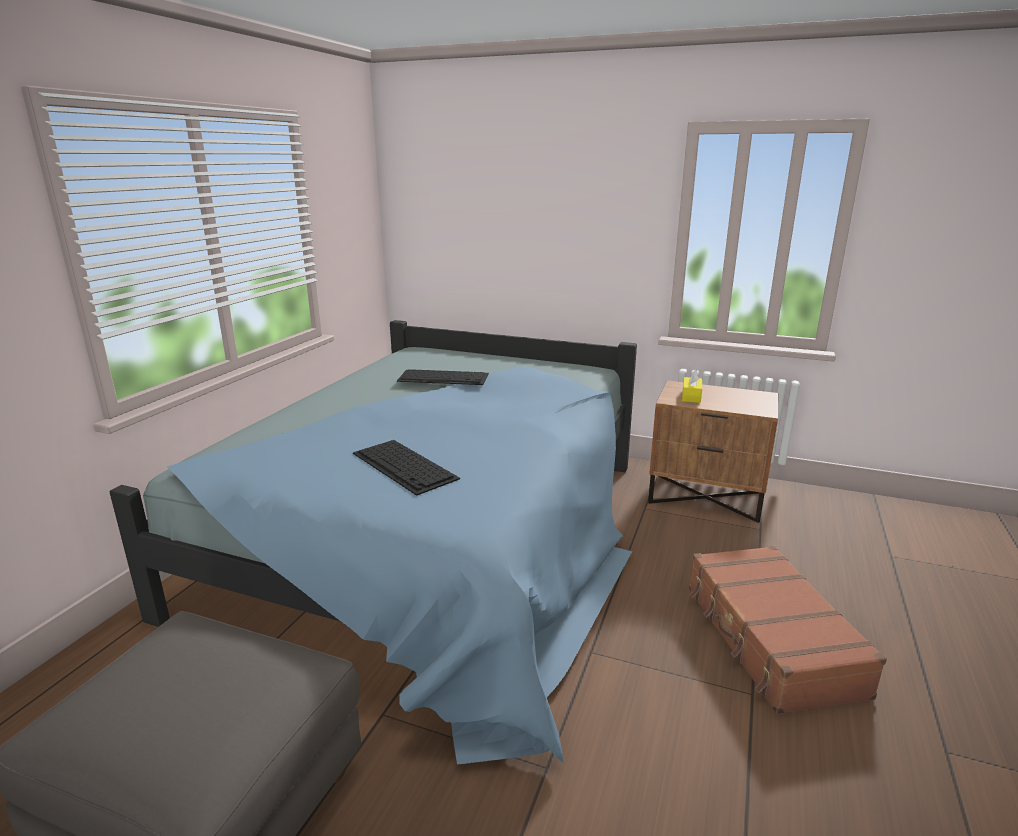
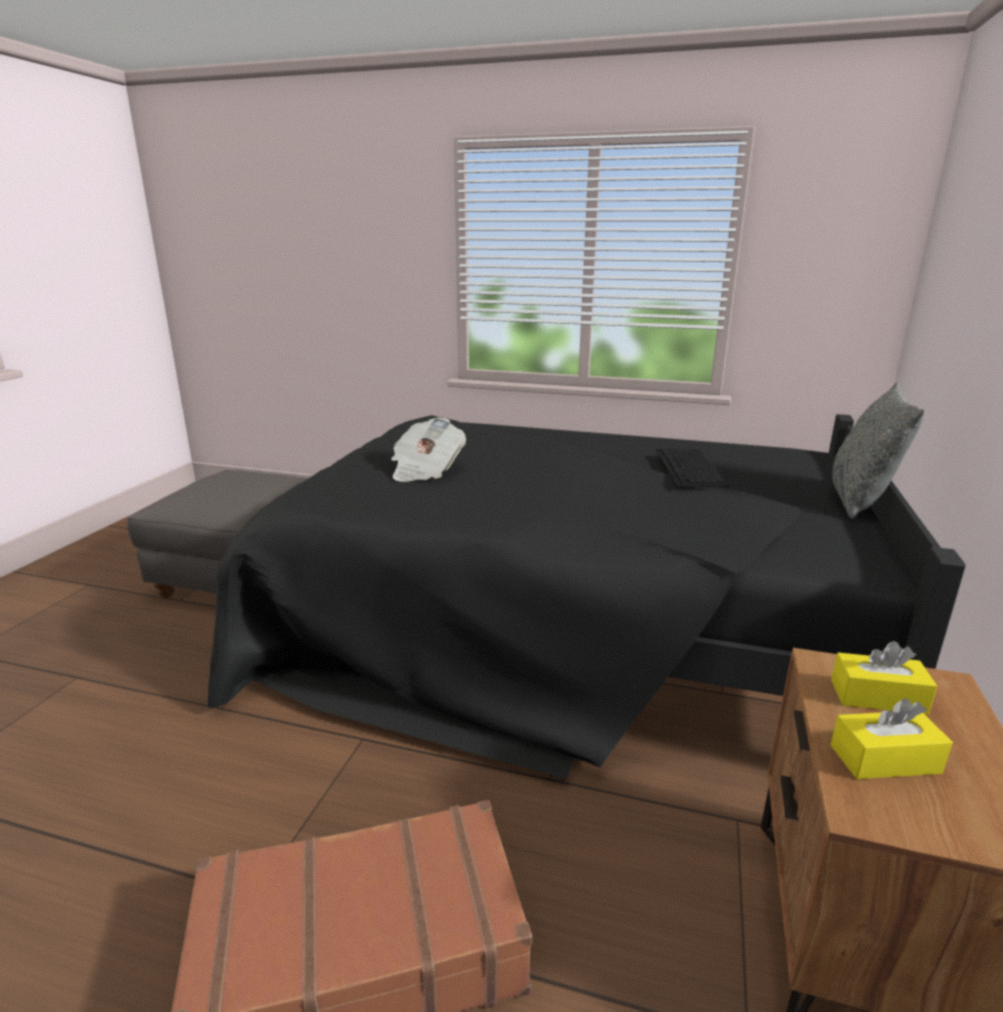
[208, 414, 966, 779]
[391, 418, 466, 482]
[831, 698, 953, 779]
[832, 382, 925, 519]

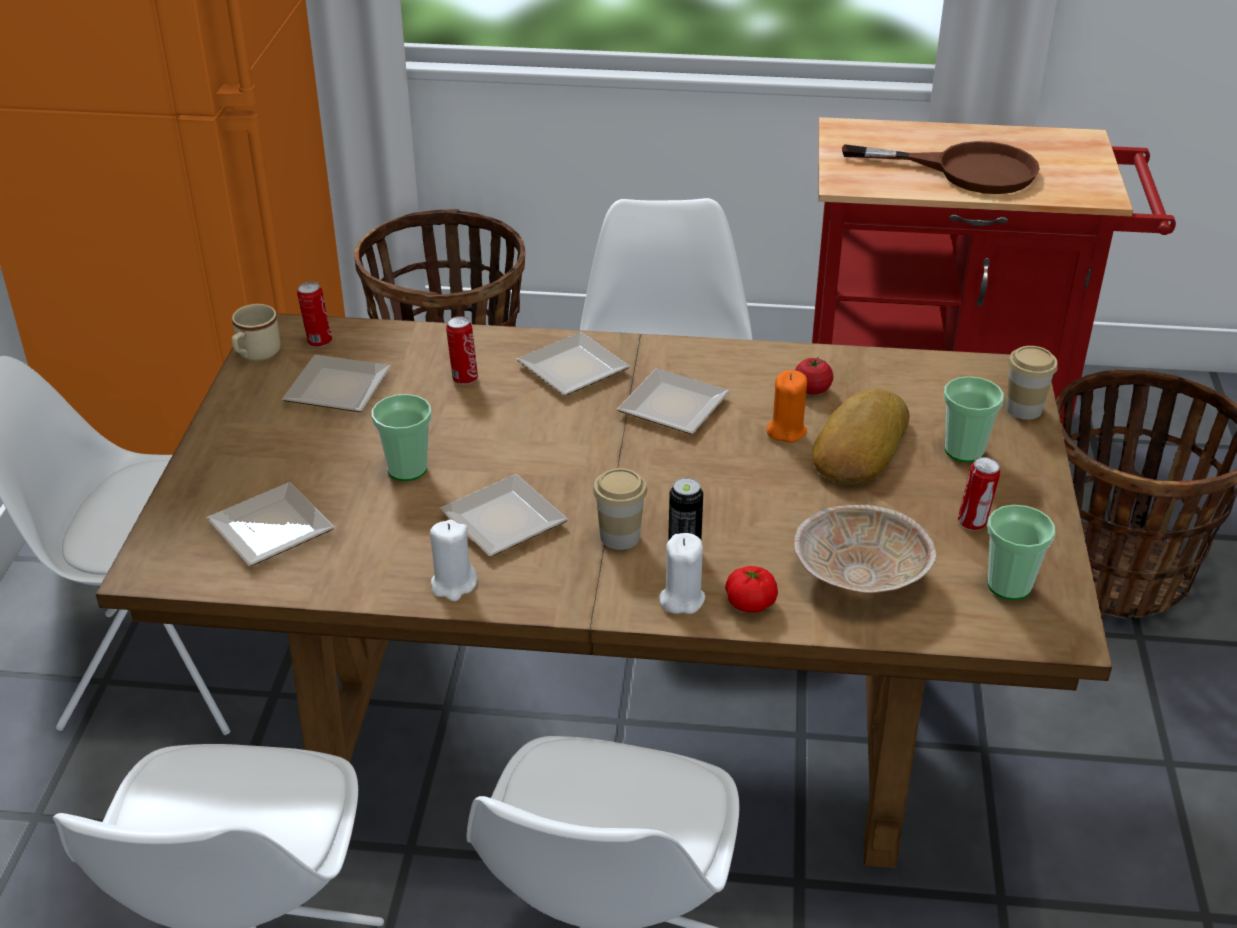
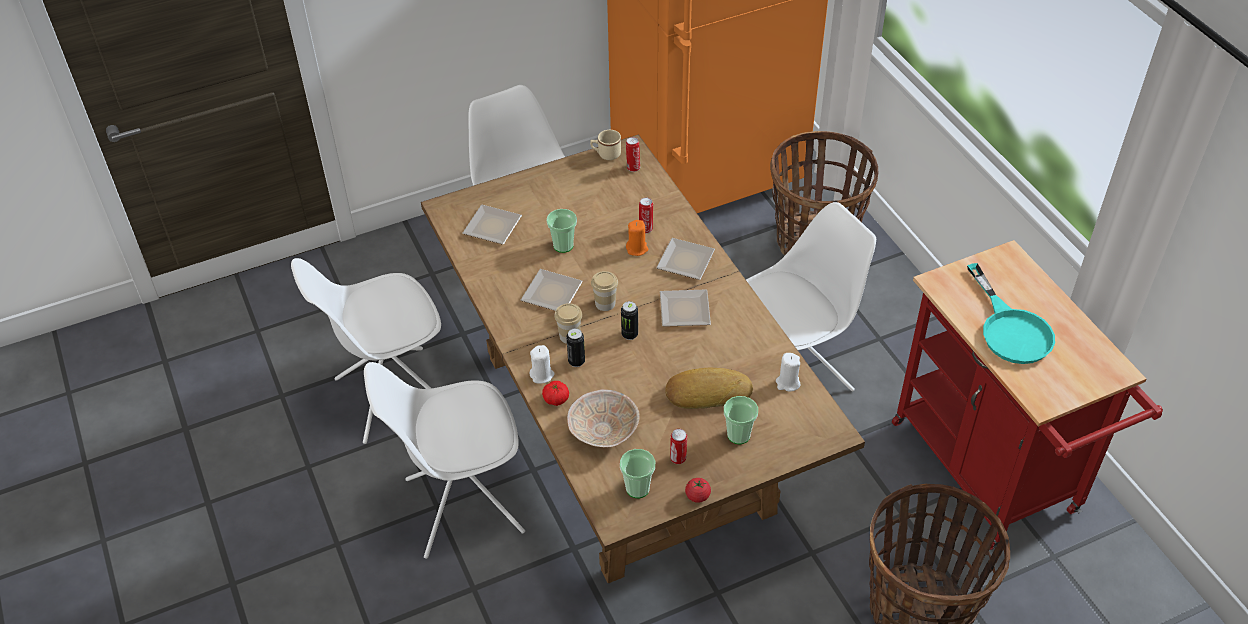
[591, 271, 618, 311]
[621, 301, 638, 340]
[626, 220, 648, 256]
[685, 478, 711, 503]
[776, 353, 800, 392]
[967, 263, 1055, 364]
[282, 355, 391, 412] (first image)

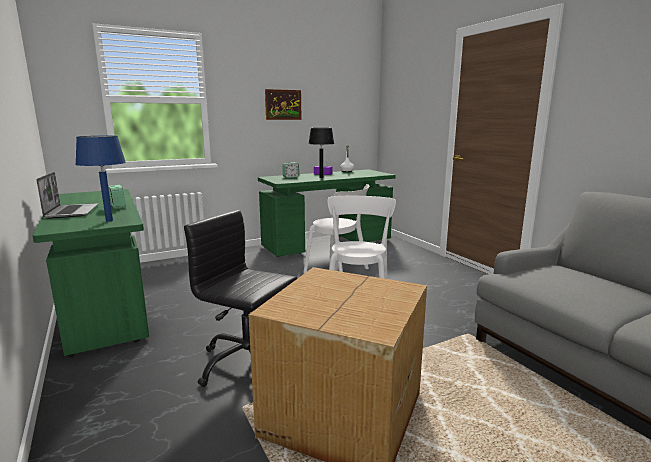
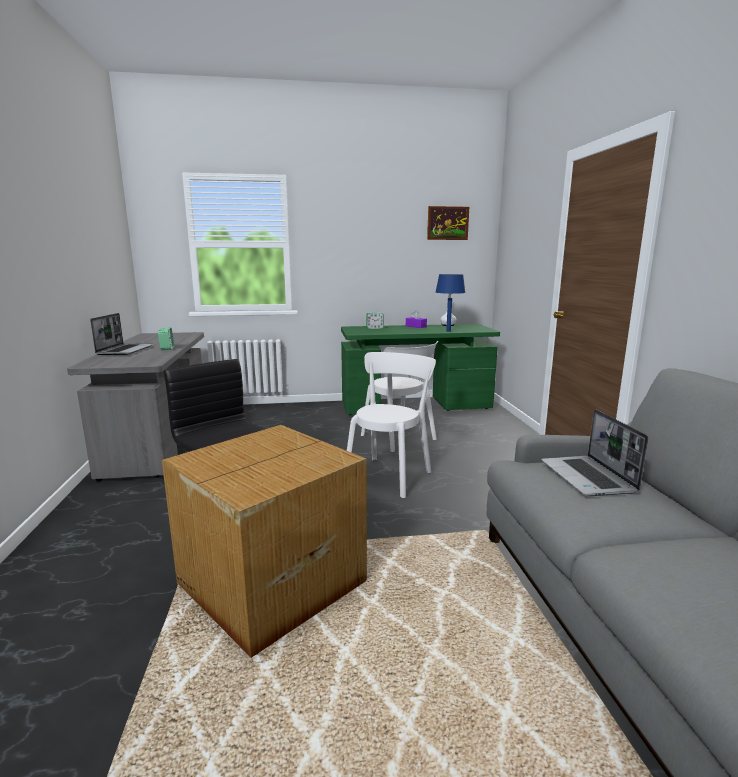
[67, 332, 204, 481]
[427, 206, 469, 240]
[436, 274, 465, 332]
[541, 409, 648, 496]
[308, 128, 334, 178] (first image)

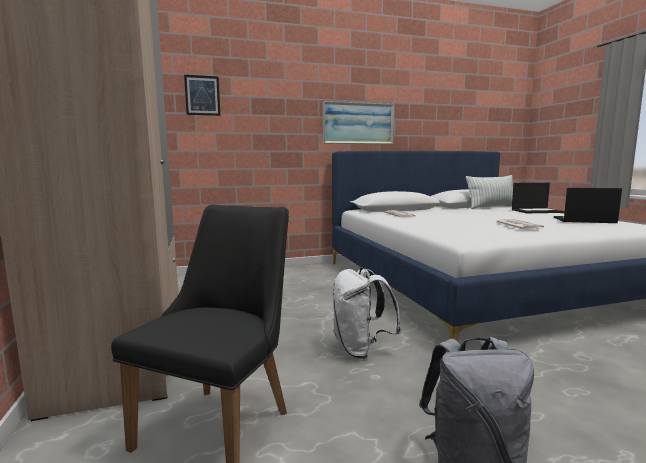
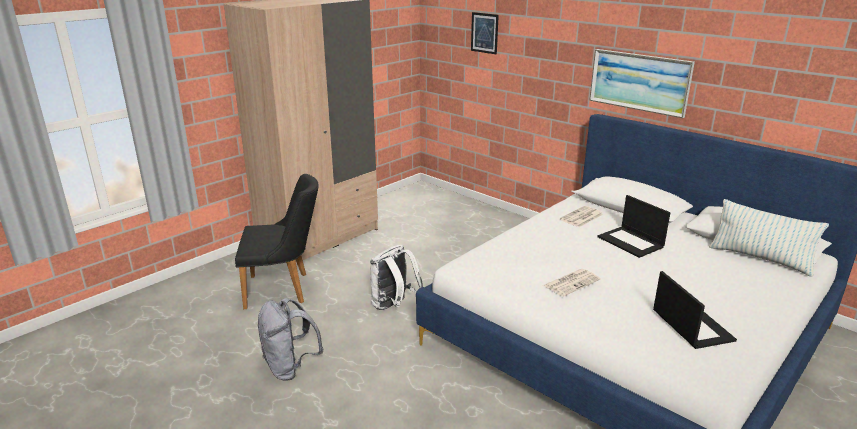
[597, 195, 671, 258]

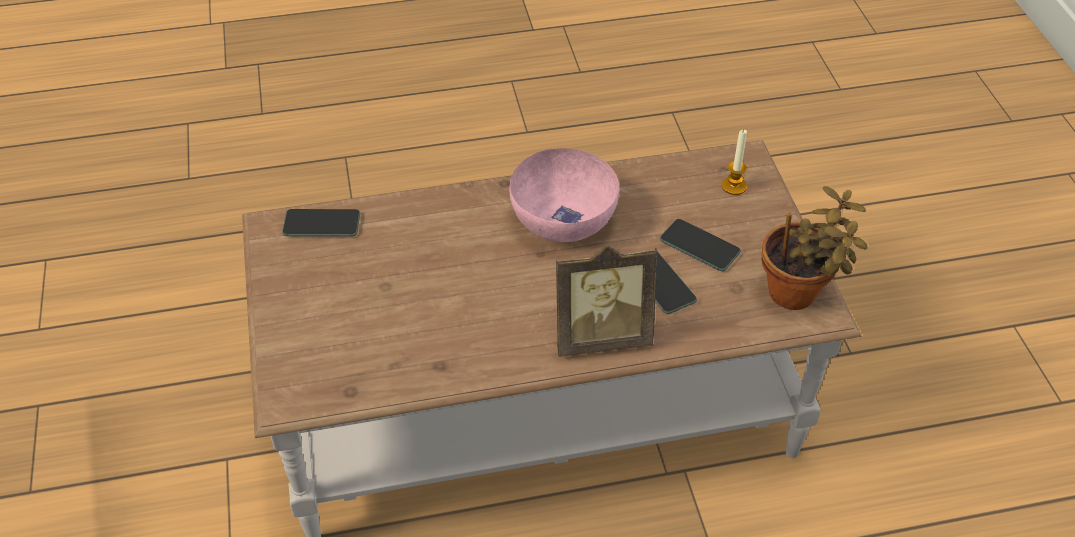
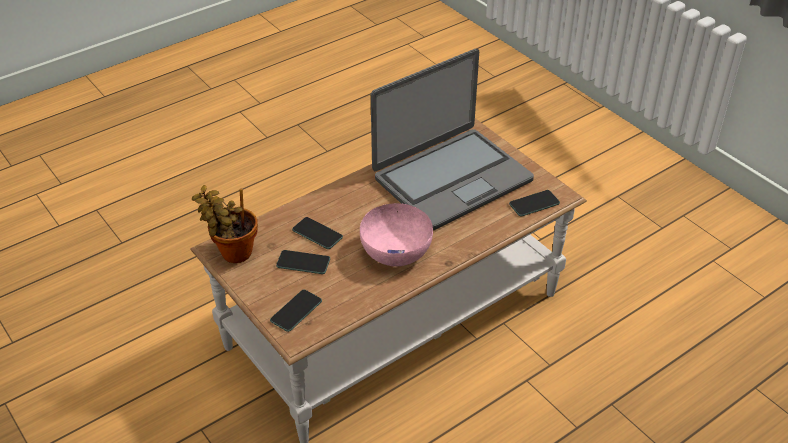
[270, 290, 322, 332]
[371, 49, 534, 230]
[556, 246, 658, 357] (first image)

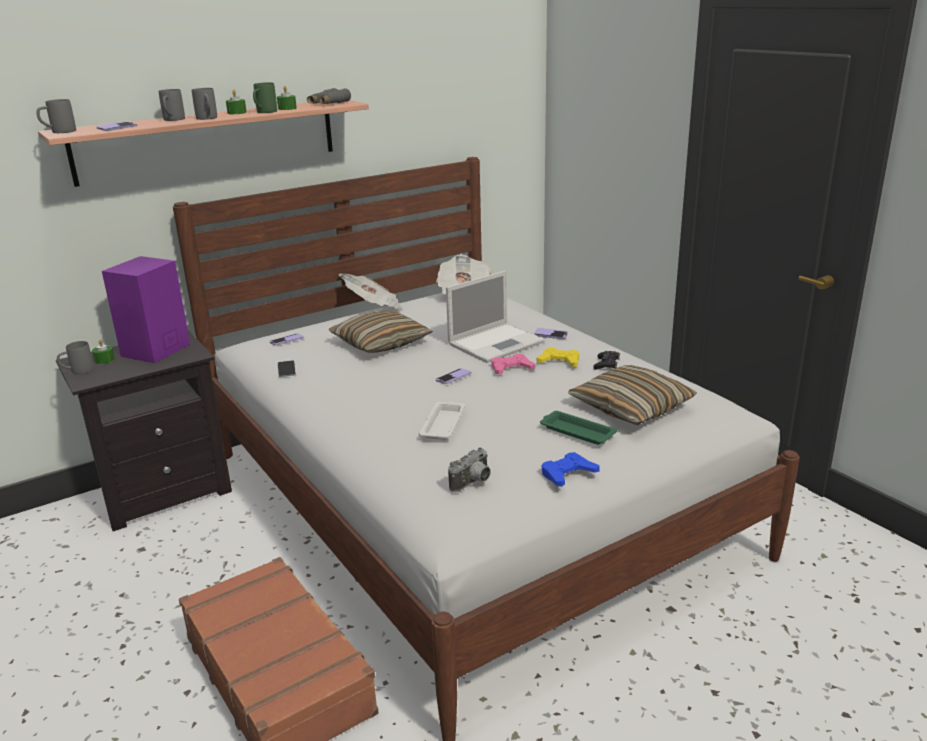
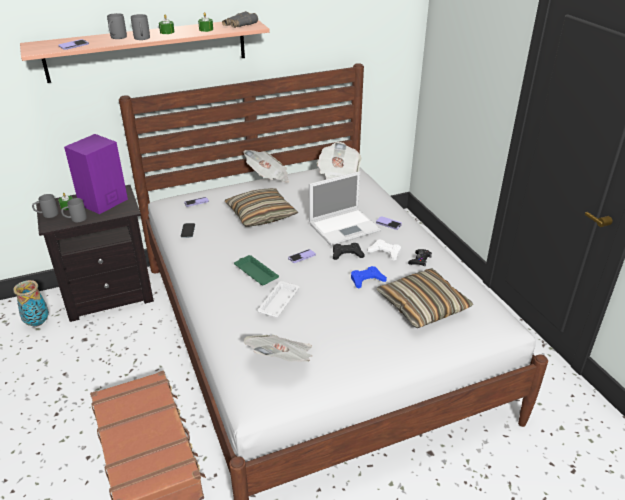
[13, 280, 49, 327]
[61, 198, 87, 222]
[234, 255, 279, 285]
[244, 335, 312, 362]
[333, 243, 365, 260]
[351, 266, 387, 288]
[367, 240, 401, 260]
[253, 82, 277, 113] (first image)

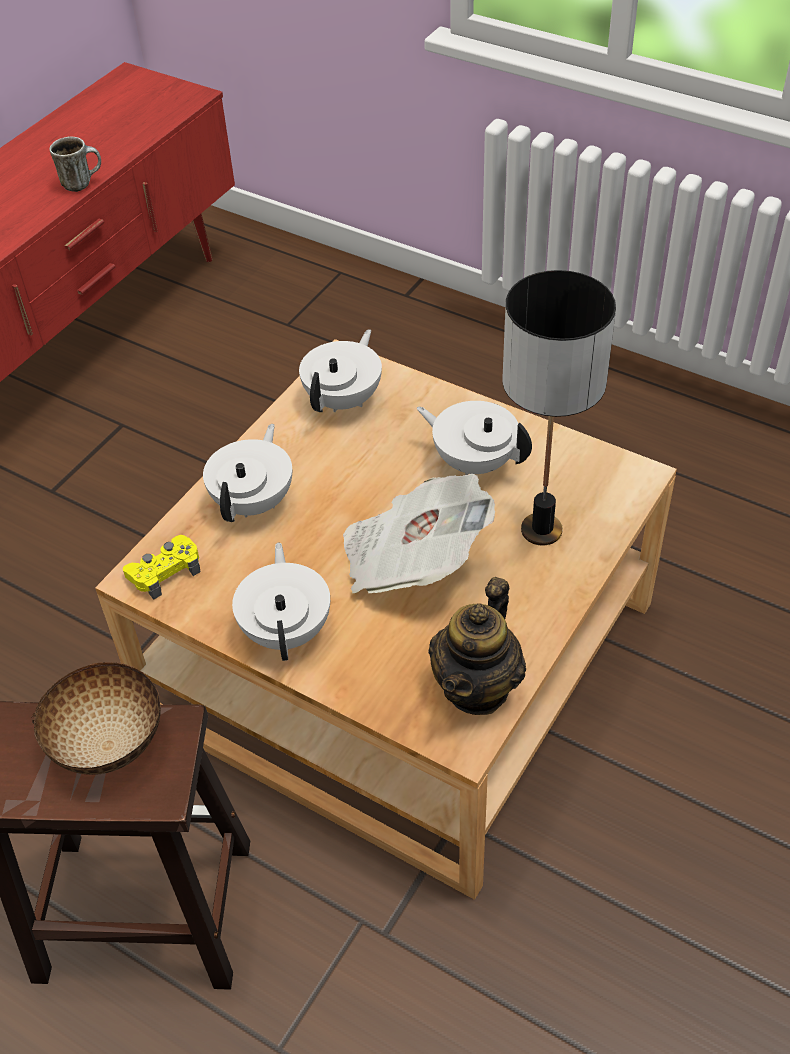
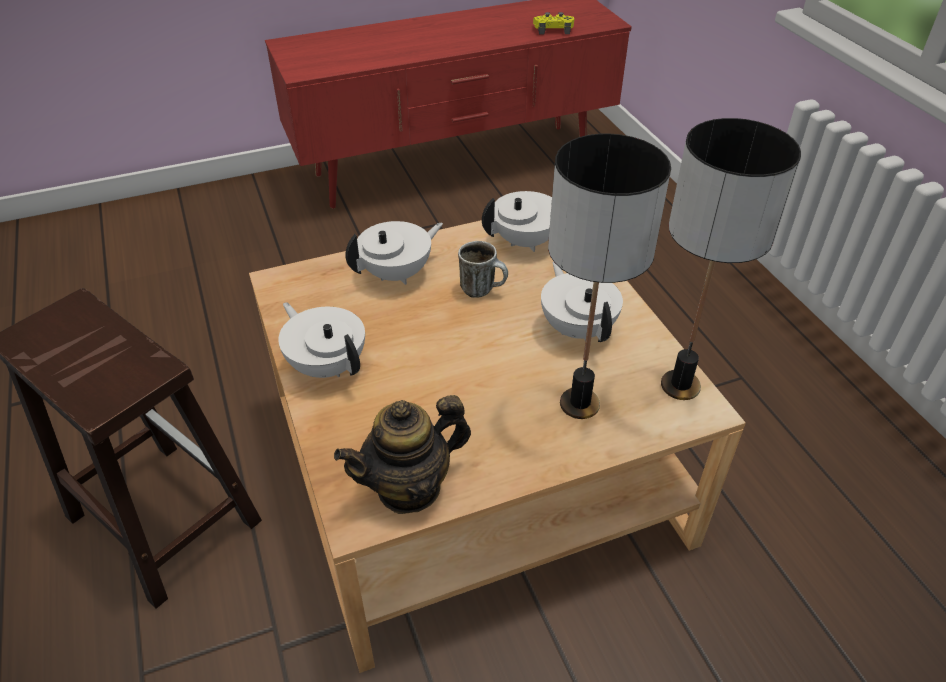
[278, 302, 365, 378]
[458, 241, 508, 298]
[533, 12, 574, 34]
[661, 118, 801, 400]
[32, 662, 161, 775] (first image)
[343, 474, 495, 593] (first image)

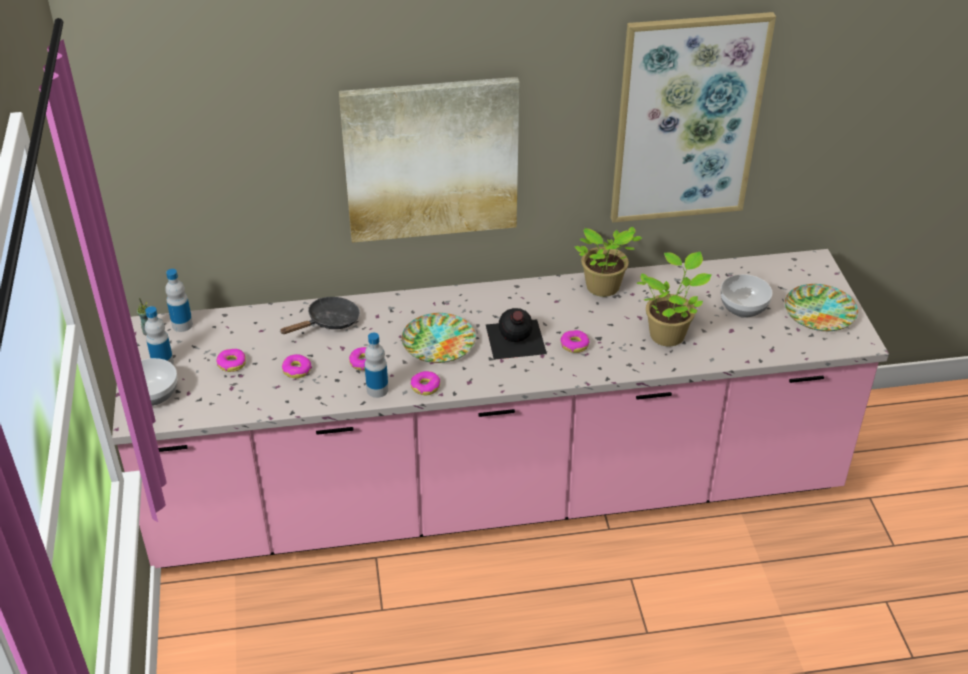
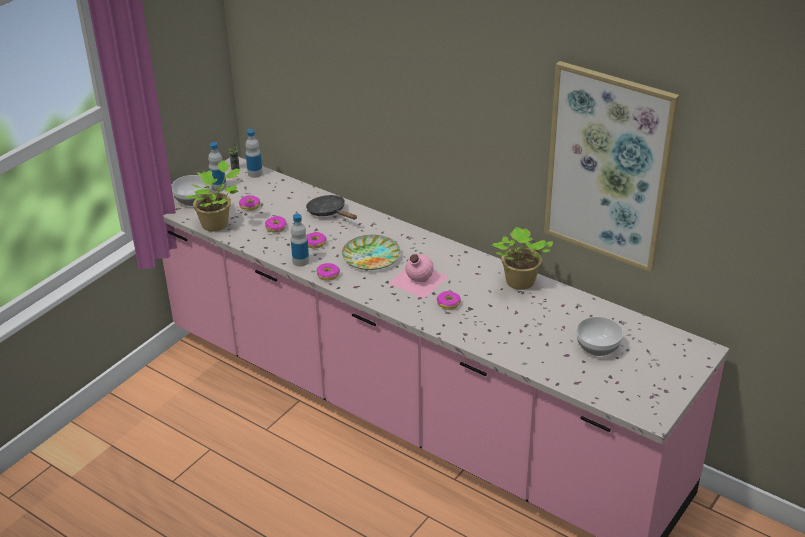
[185, 160, 241, 231]
[306, 195, 357, 220]
[388, 254, 448, 298]
[339, 77, 520, 243] (first image)
[785, 284, 858, 331] (first image)

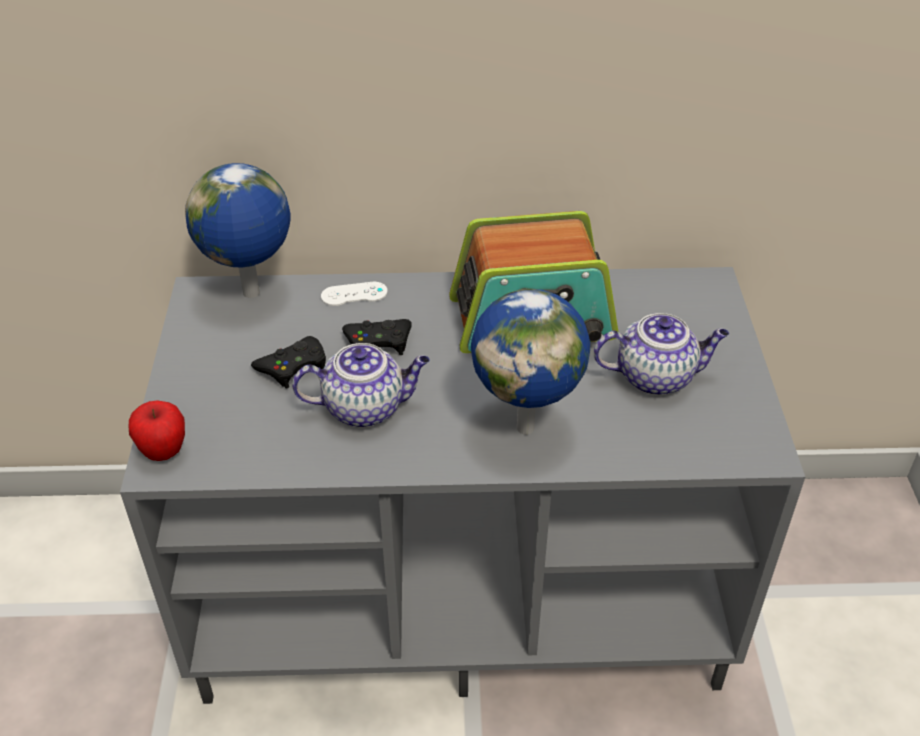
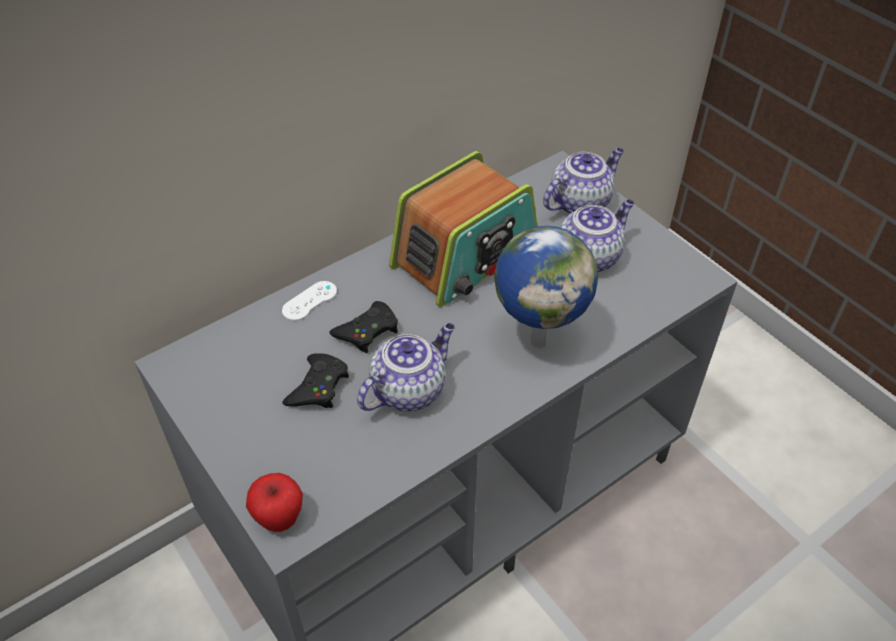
[543, 148, 624, 214]
[185, 163, 291, 298] (first image)

